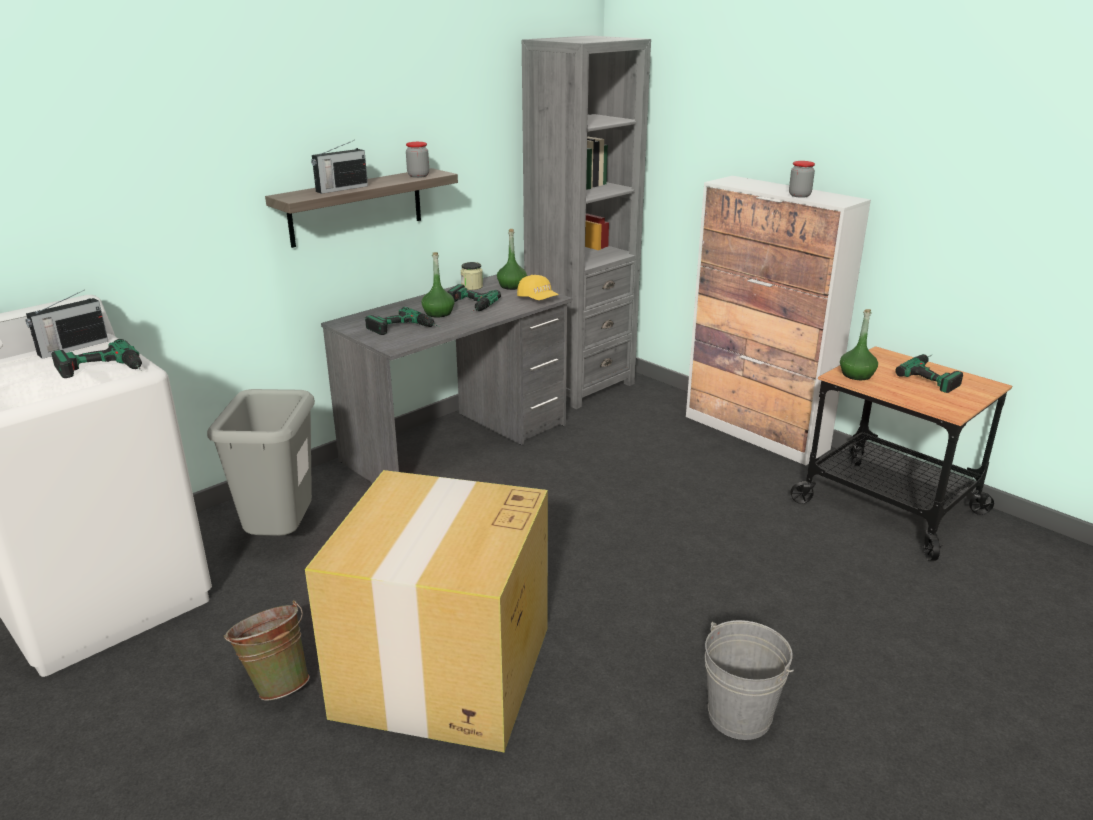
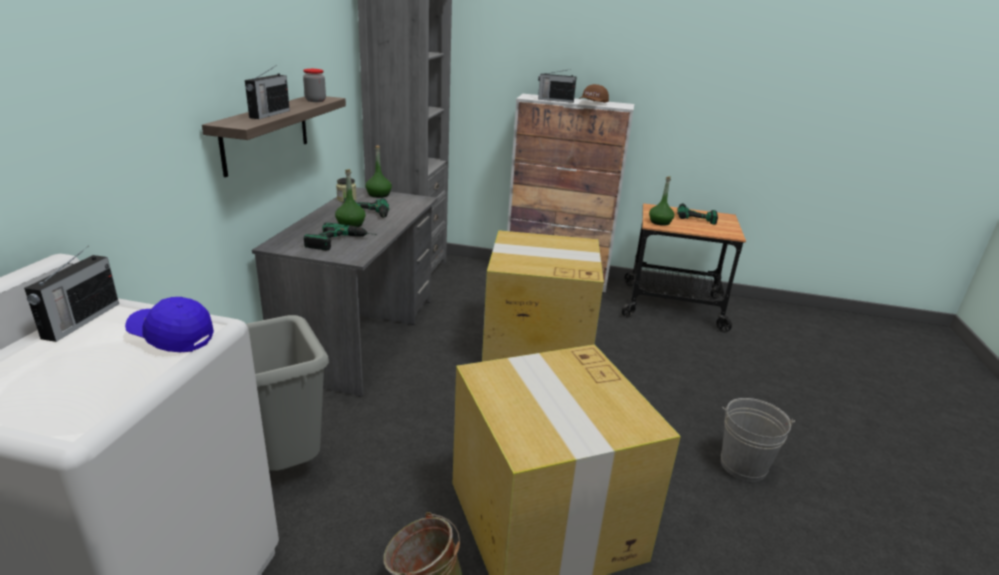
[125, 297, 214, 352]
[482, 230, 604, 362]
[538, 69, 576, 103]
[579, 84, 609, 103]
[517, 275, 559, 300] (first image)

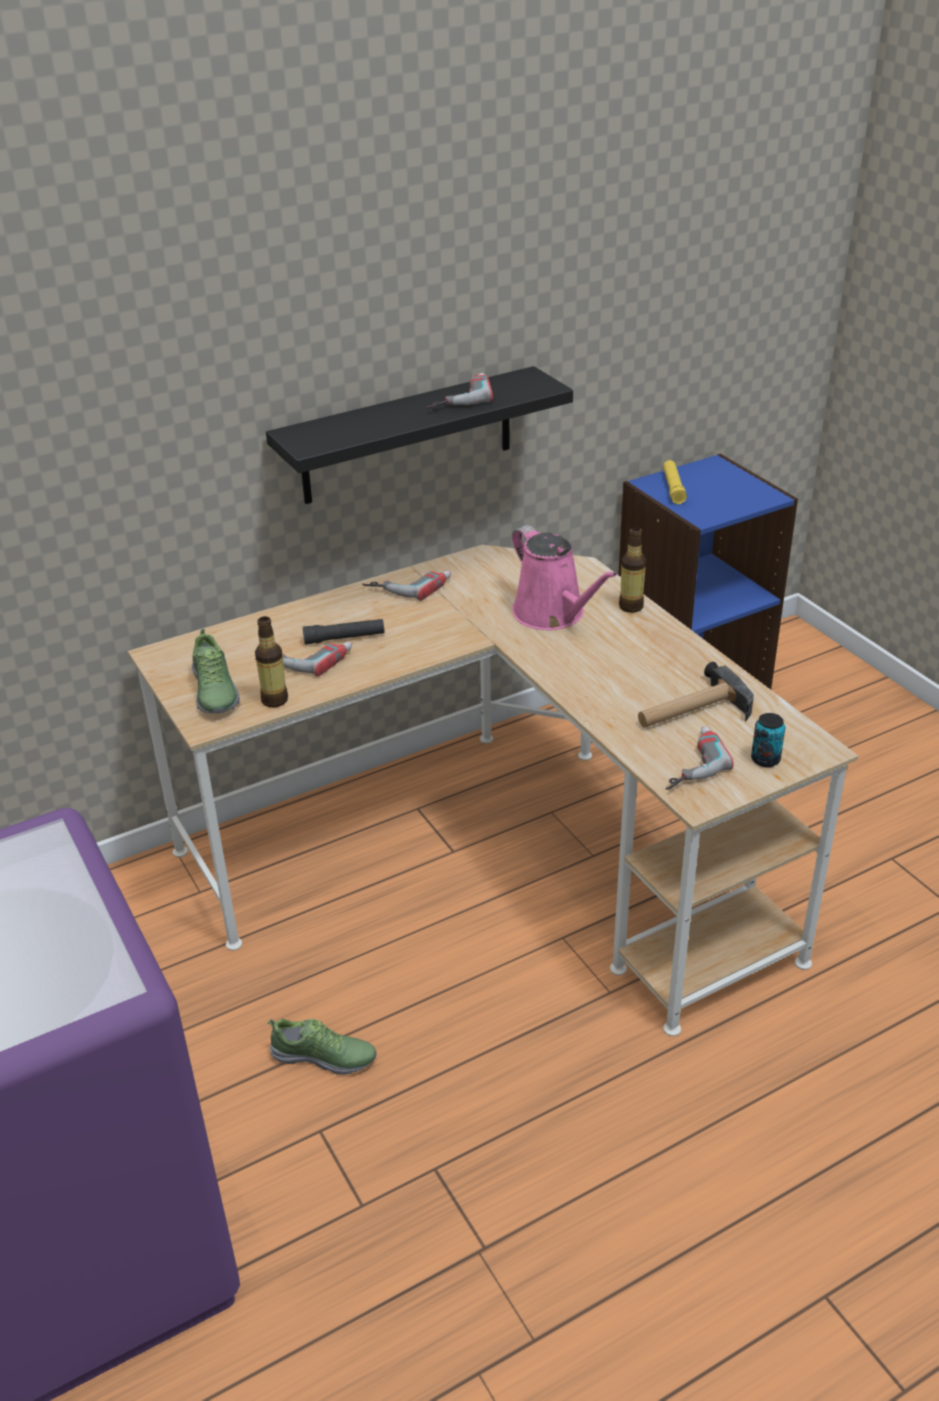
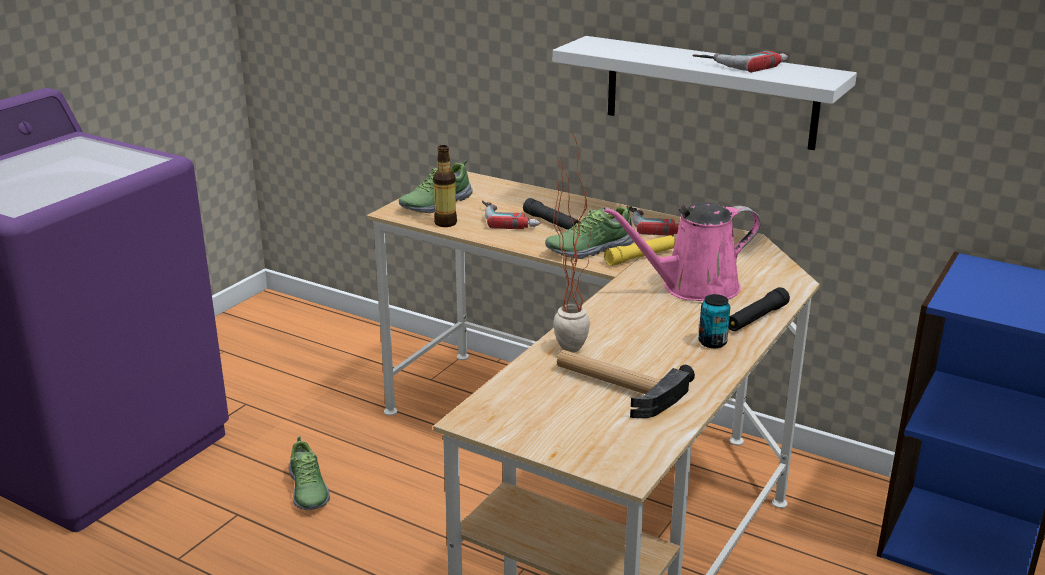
[545, 206, 634, 259]
[553, 36, 857, 150]
[553, 133, 593, 352]
[603, 202, 761, 301]
[604, 235, 675, 266]
[698, 294, 730, 348]
[729, 287, 790, 331]
[666, 726, 733, 790] (first image)

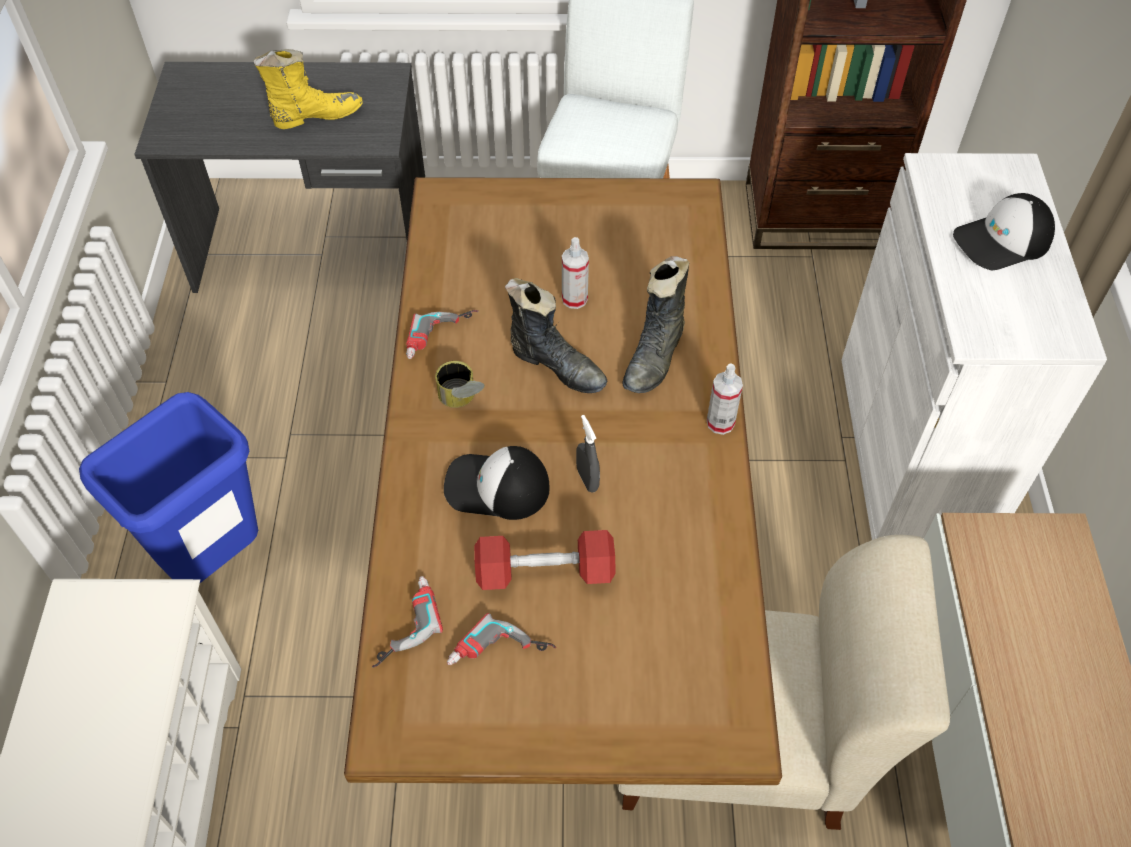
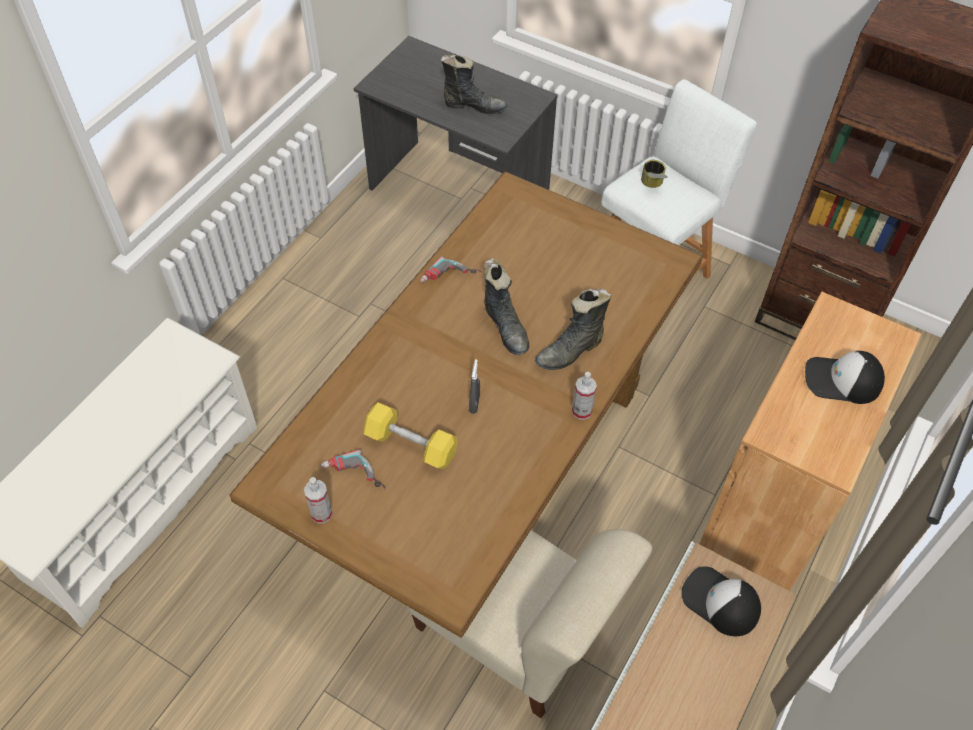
[304, 477, 332, 523]
[364, 403, 458, 469]
[441, 54, 508, 114]
[641, 160, 668, 188]
[681, 566, 761, 636]
[700, 292, 921, 591]
[79, 392, 258, 583] (first image)
[372, 576, 443, 668] (first image)

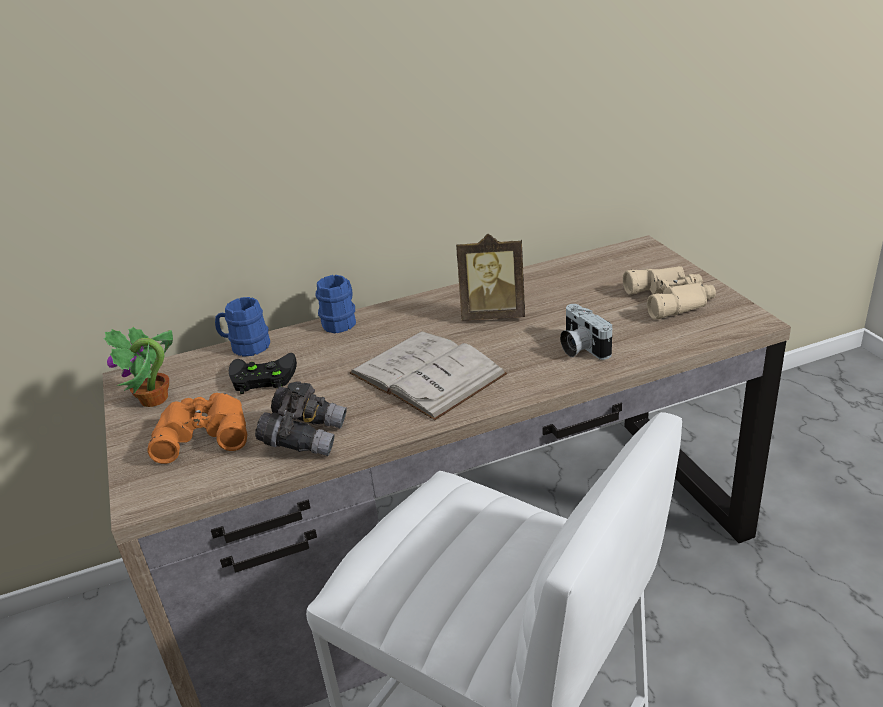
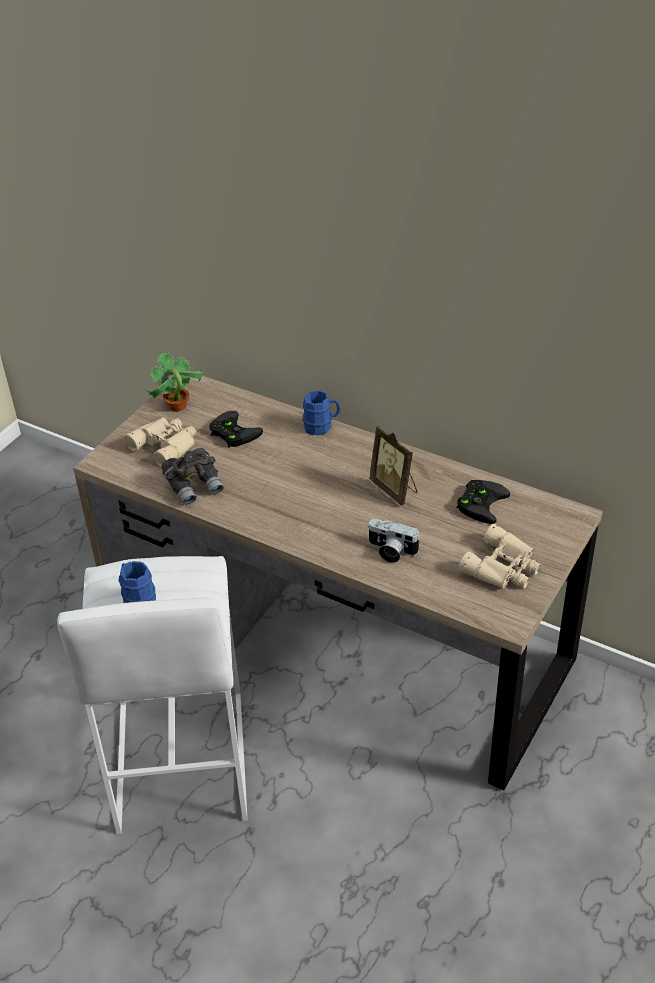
[119, 561, 156, 603]
[124, 417, 196, 468]
[368, 519, 420, 563]
[457, 480, 510, 524]
[349, 331, 507, 420] (first image)

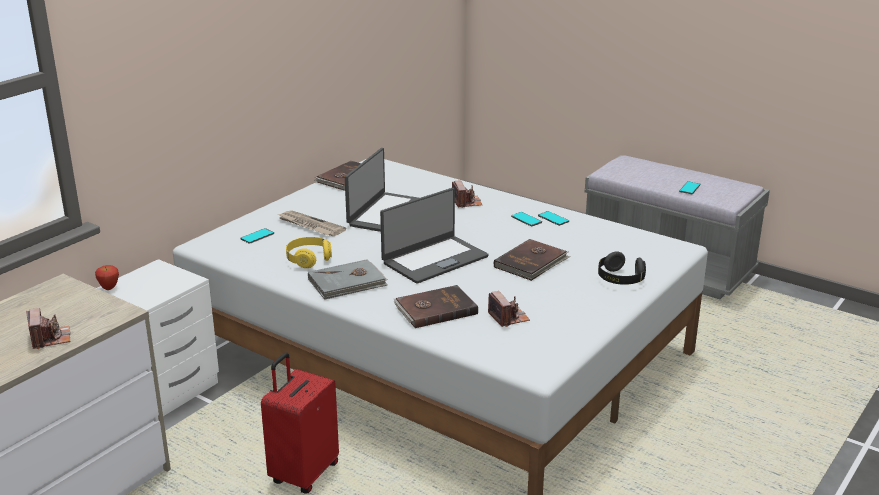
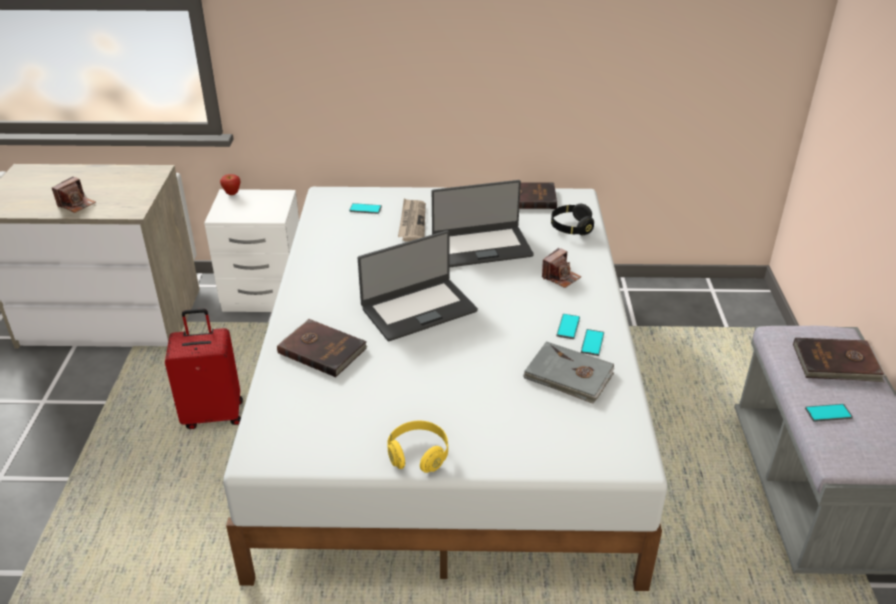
[358, 231, 478, 341]
[387, 421, 448, 473]
[523, 342, 615, 404]
[551, 204, 594, 235]
[793, 338, 886, 382]
[488, 291, 530, 327] (first image)

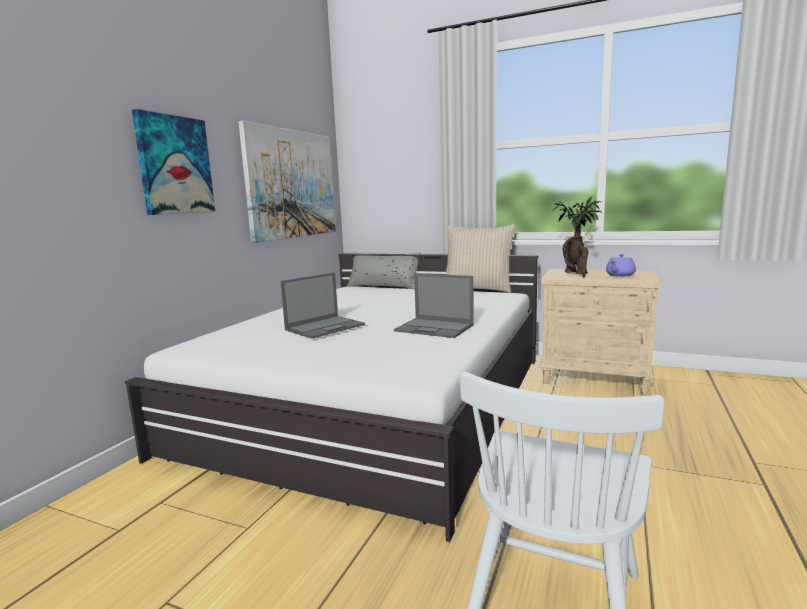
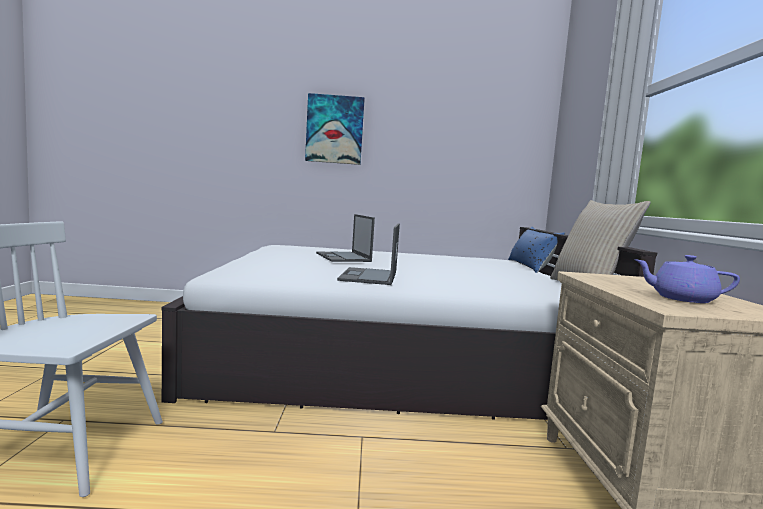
[316, 214, 375, 262]
[508, 227, 565, 273]
[238, 121, 336, 243] (first image)
[552, 196, 603, 277] (first image)

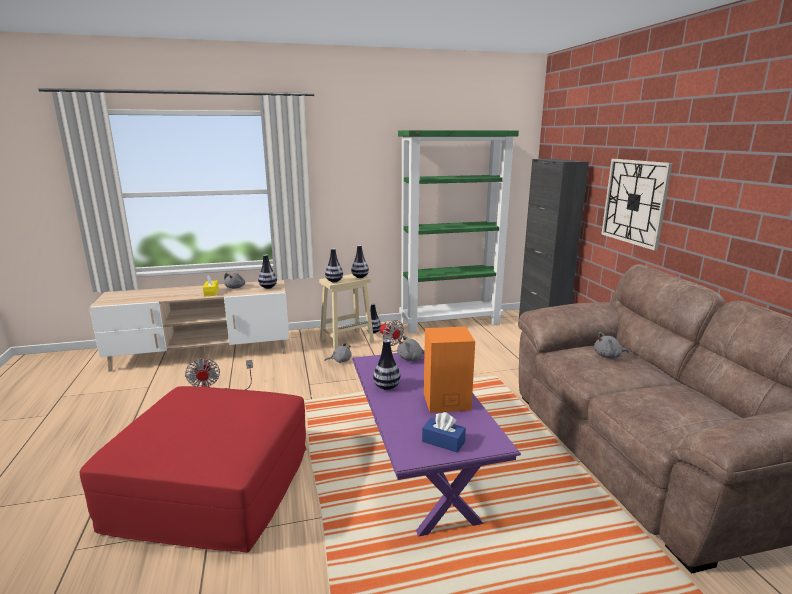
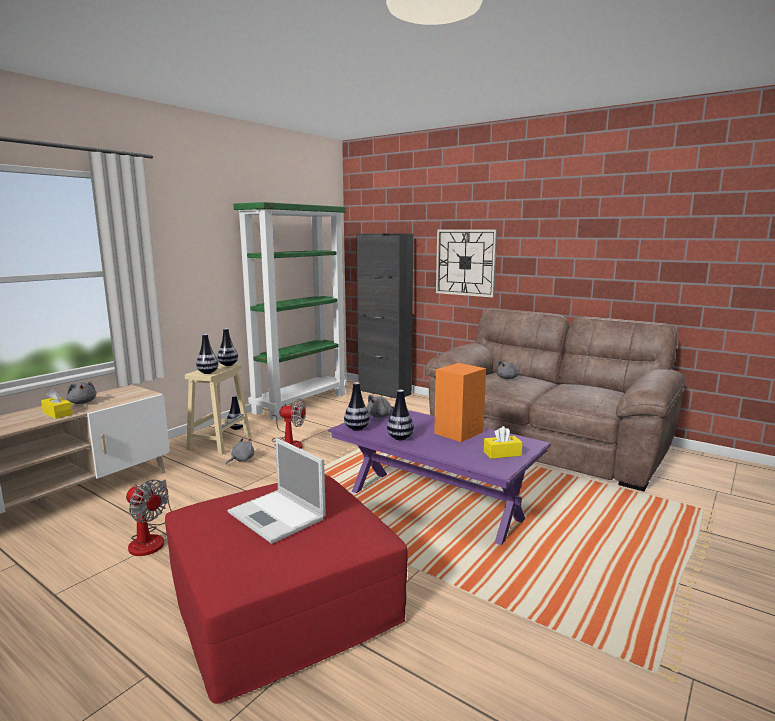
[227, 438, 326, 544]
[344, 382, 370, 431]
[484, 426, 523, 459]

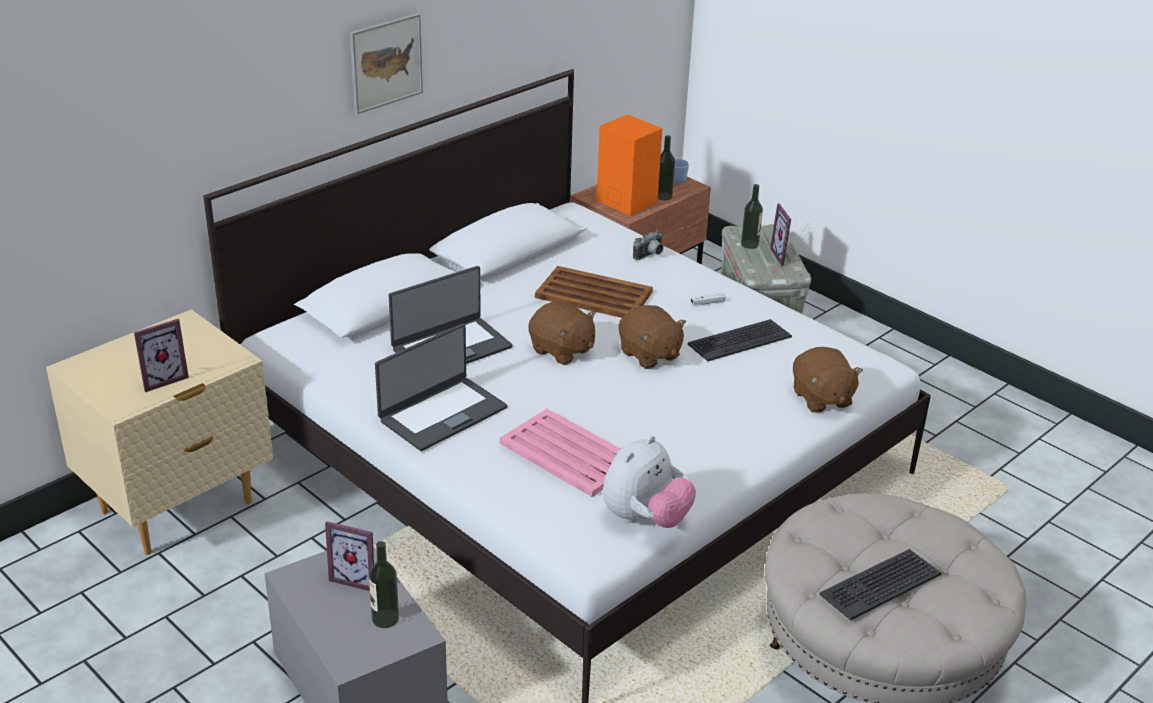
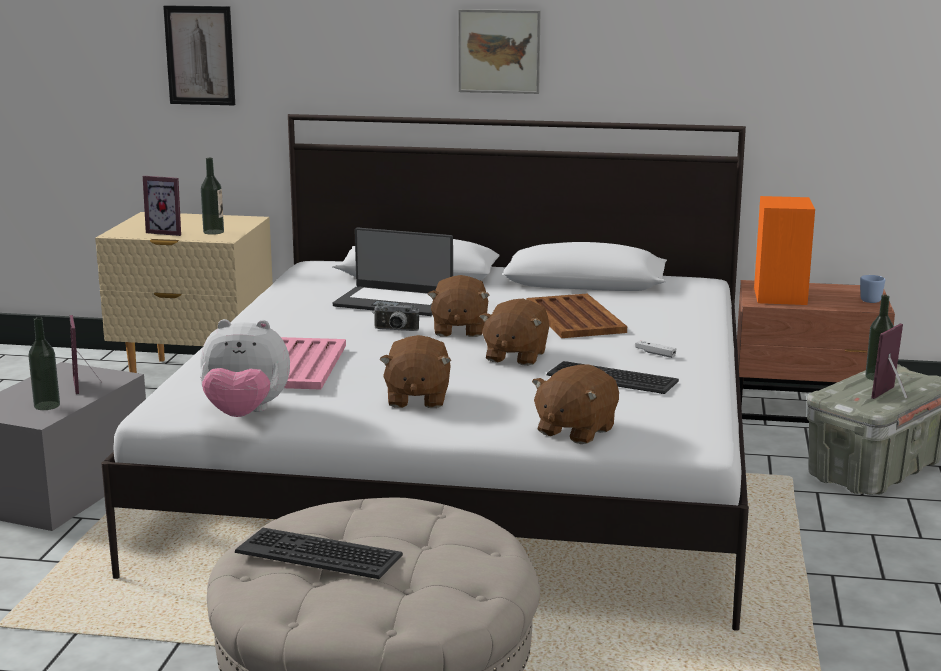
[163, 5, 235, 105]
[201, 158, 224, 235]
[374, 302, 419, 331]
[379, 335, 451, 408]
[375, 324, 507, 451] (first image)

